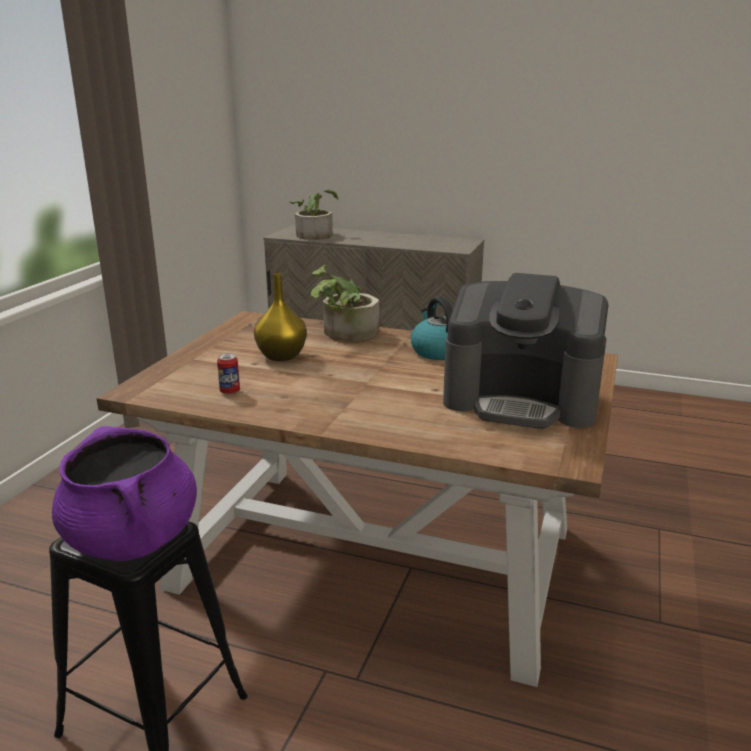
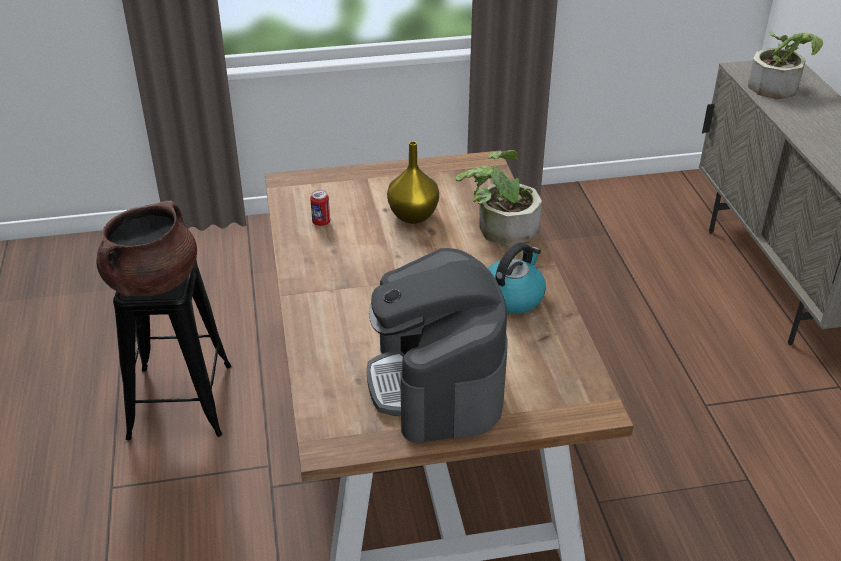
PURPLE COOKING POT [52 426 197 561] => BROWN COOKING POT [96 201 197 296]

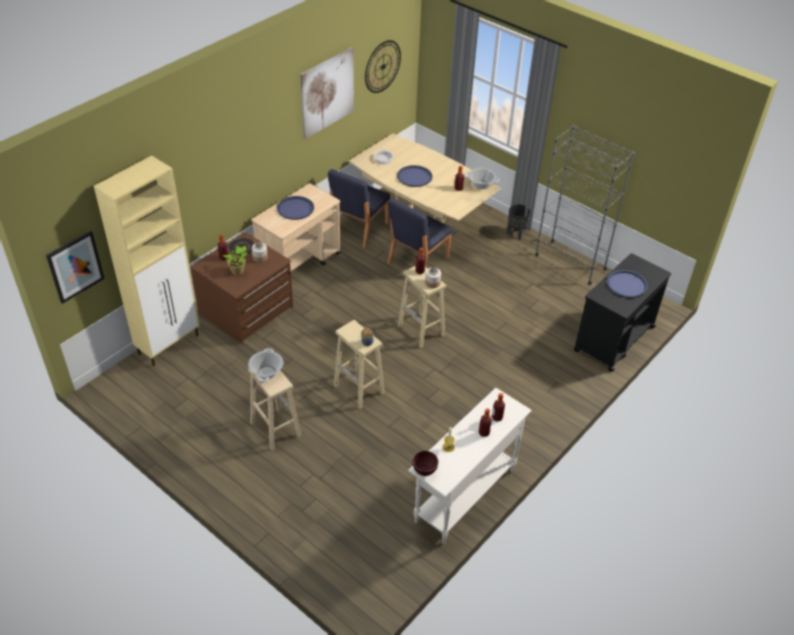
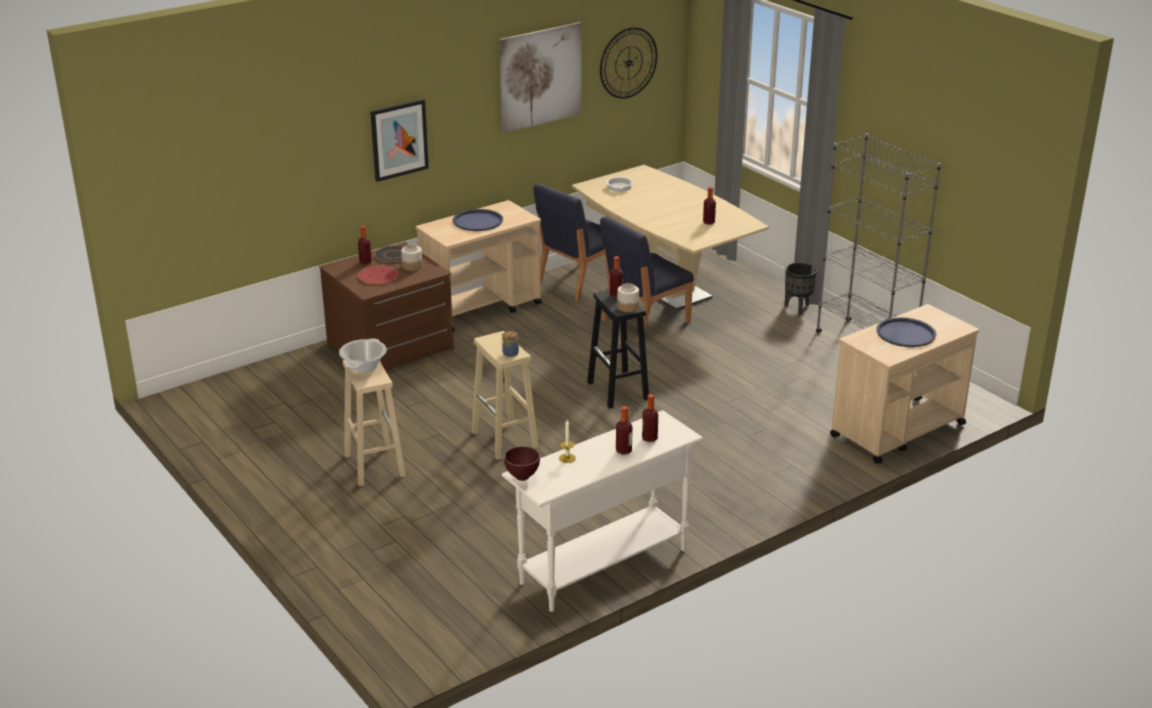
PICTURE [46 230 105 304] => PICTURE [370 99 429 182], move
BEIGE CABINET [94 156 200 366] => nothing
POTTED PLANT [223 246 247 275] => RED PLATE [358 266 398 285]
BLUE TRAY [397 165 432 187] => nothing
BEIGE STOOL [398 266 446 348] => BLACK STOOL [587 290 649 409]
COOKING POT [464 168 500 189] => nothing
BLACK CART [574 253 671 372] => BEIGE CART [830 304 979 464]

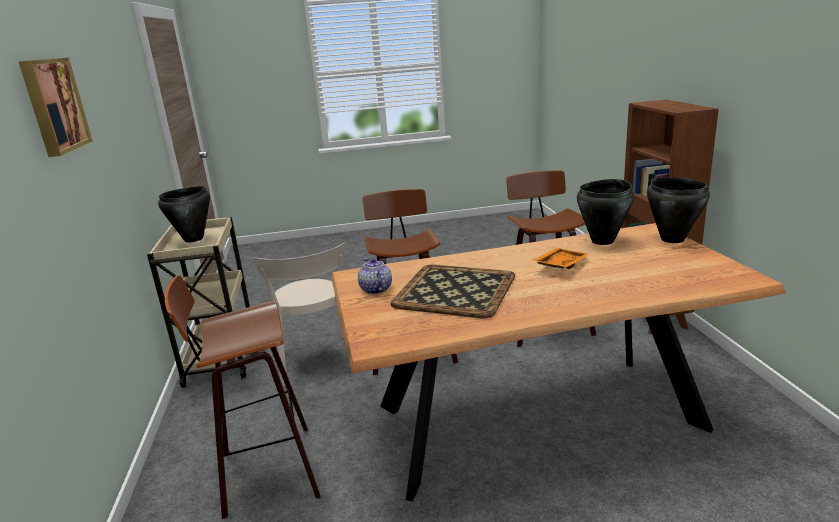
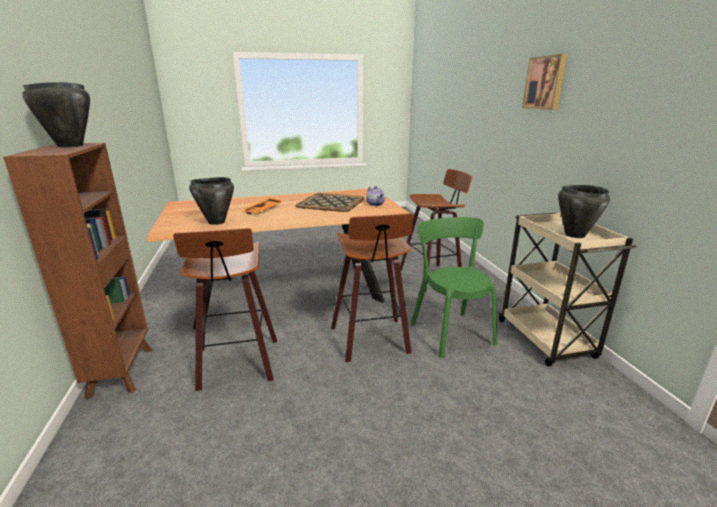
BEIGE CHAIR [252 243 346 387] => GREEN CHAIR [411 217 497 358]
BLACK COOKING POT [647 177 710 243] => BLACK COOKING POT [22 82 90 147], move

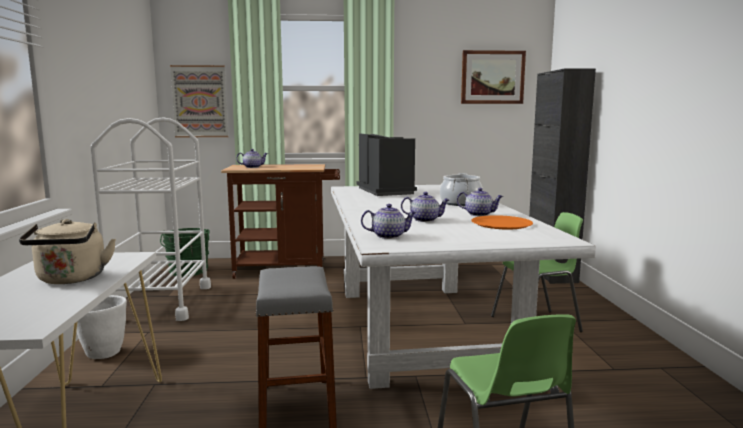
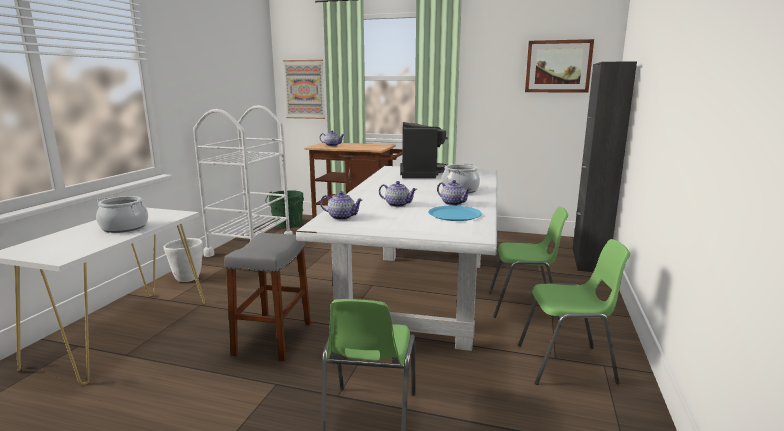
BEIGE KETTLE [19 219 116 284] => COOKING POT [96 196 148 233]
ORANGE PLATE [471 215 533 229] => BLUE PLATE [428 206 482 221]
nothing => GREEN CHAIR [518 239 630 385]

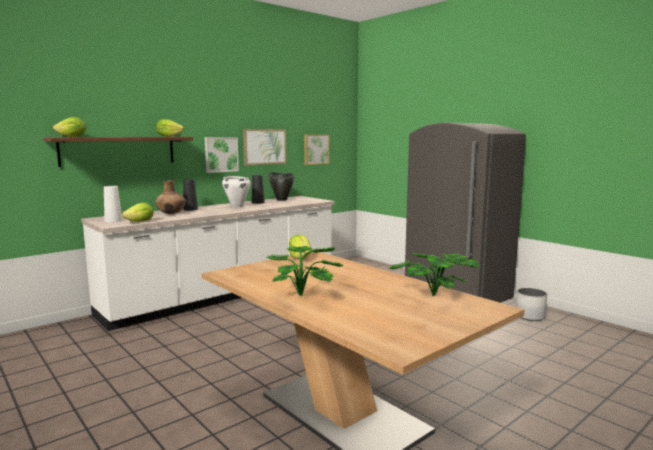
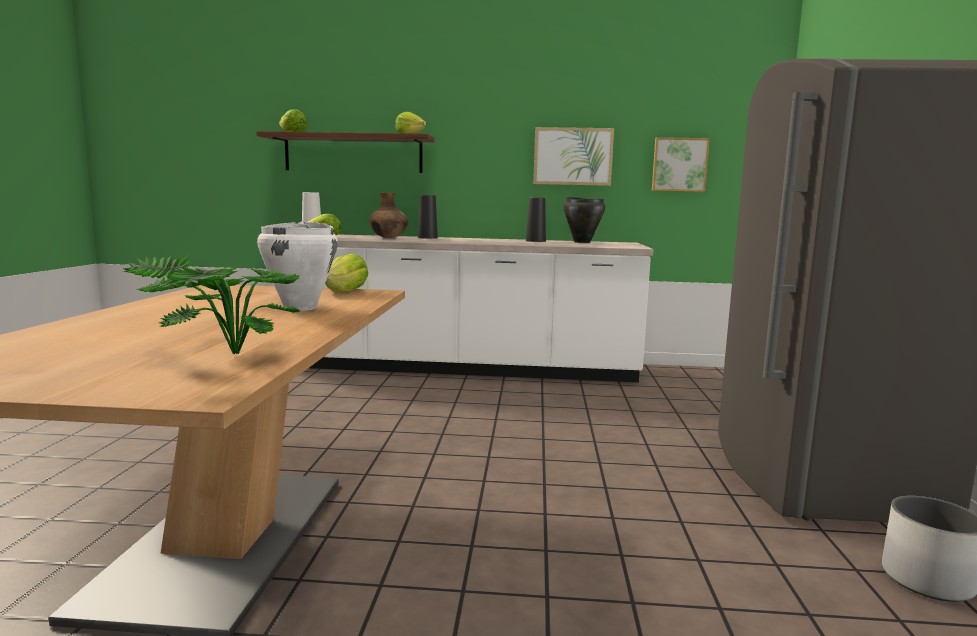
PICTURE [205 137 239 173] => nothing
WHITE COOKING POT [222 176 251 208] => WHITE COOKING POT [257 222 338 311], move
POTTED PLANT [266 246 344 296] => nothing

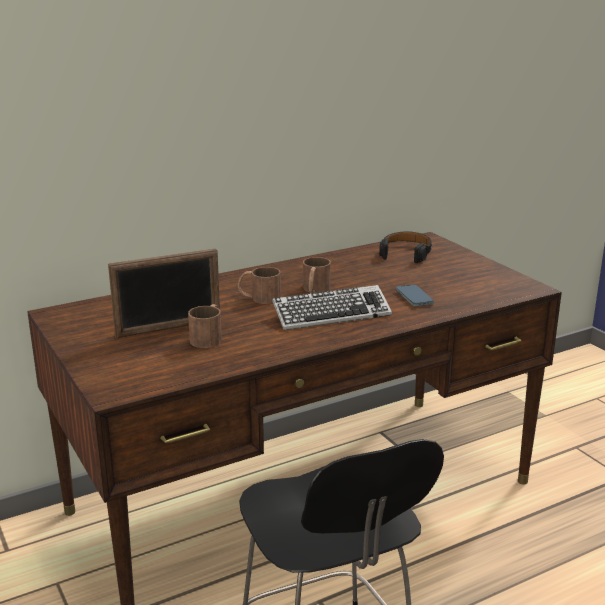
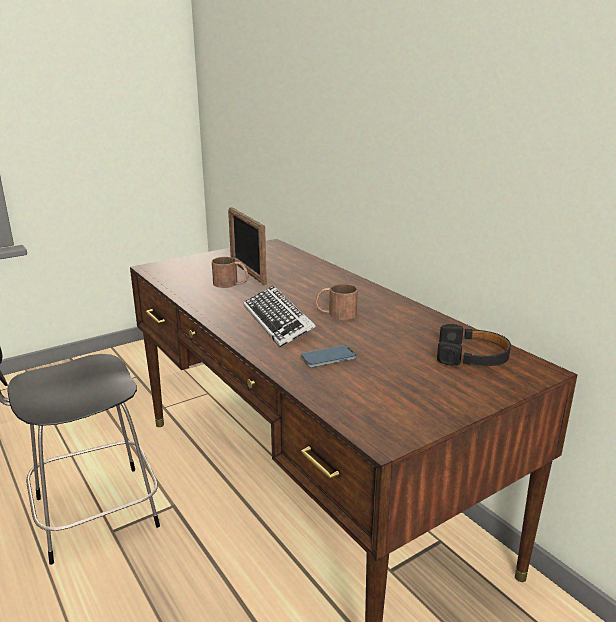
BROWN MUG [238 267 281 304] => nothing

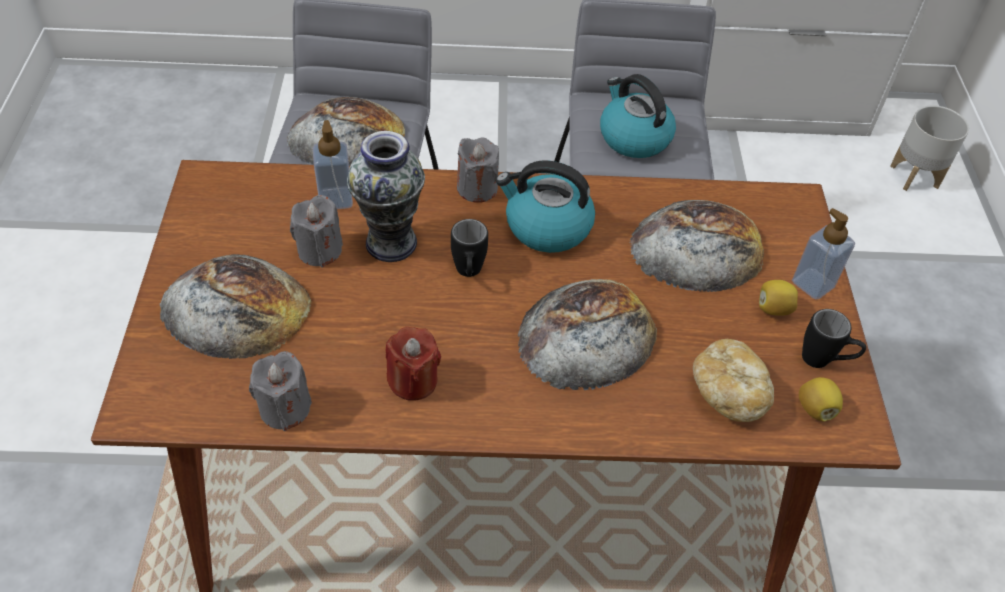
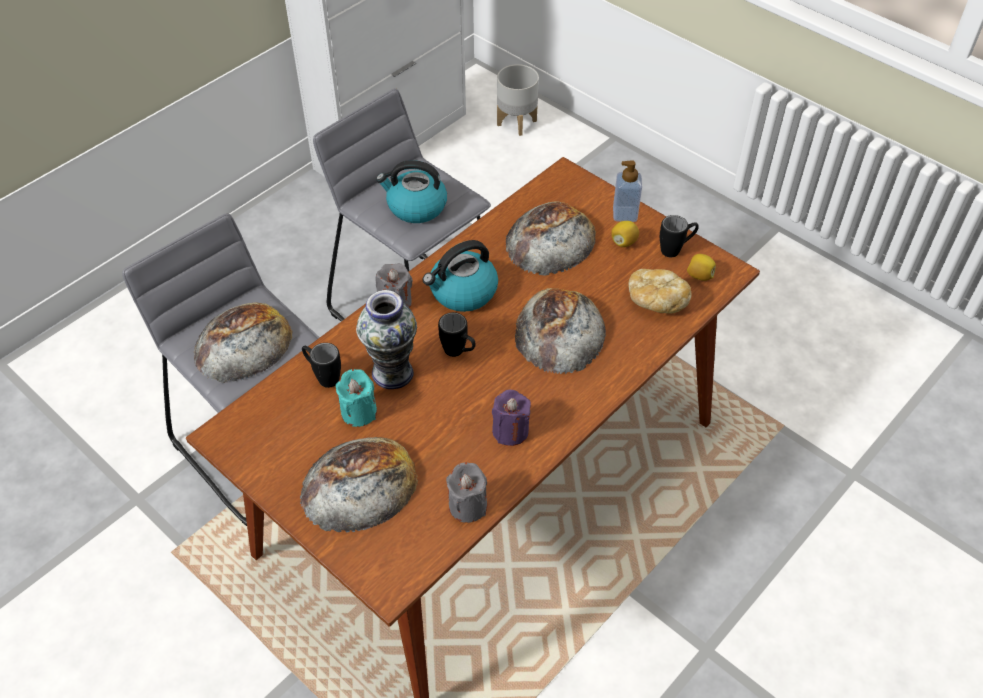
GREY CANDLE [290 195 343 267] => TURQUOISE CANDLE [335 369 377 427]
SOAP DISPENSER [313 120 353 209] => BLACK MUG [302 343 341 388]
RED CANDLE [386 327 441 401] => PURPLE CANDLE [492 390 531 446]

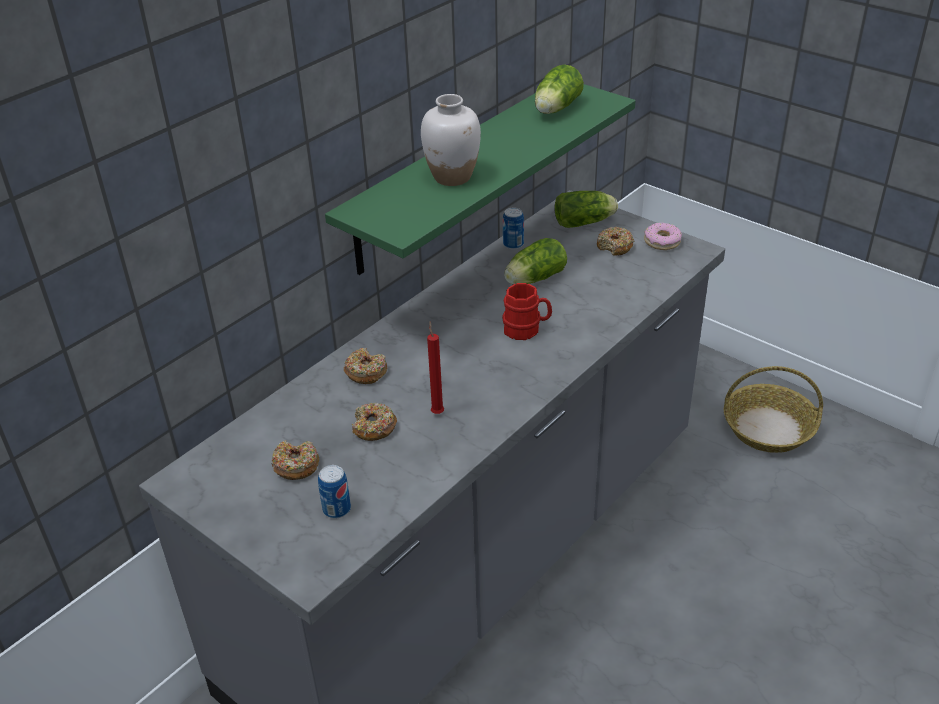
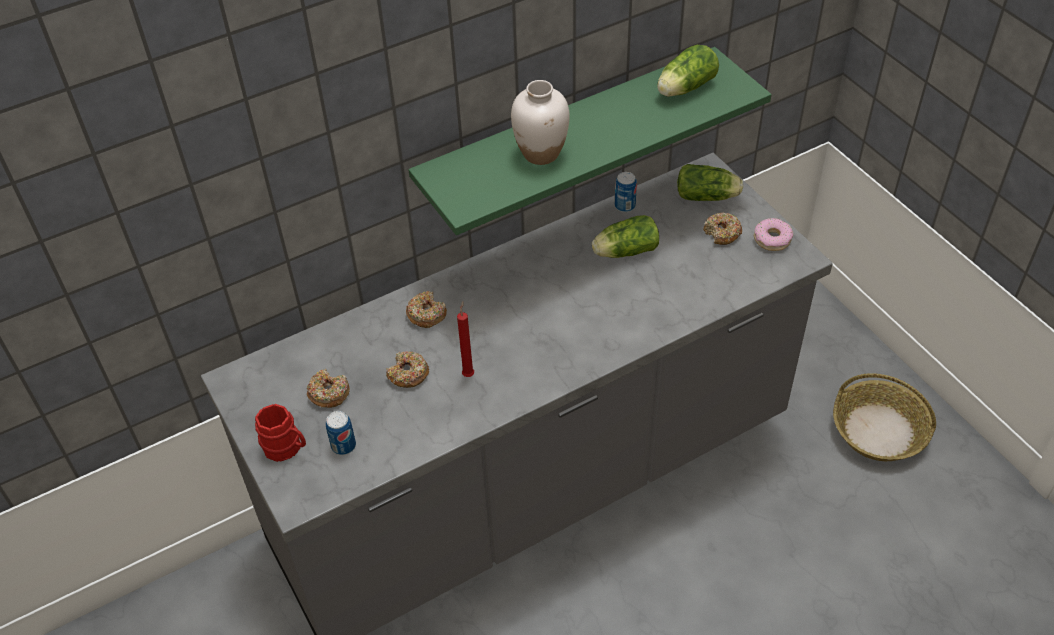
RED MUG [502 283 552 340] => RED MUG [255 404 306 462], move

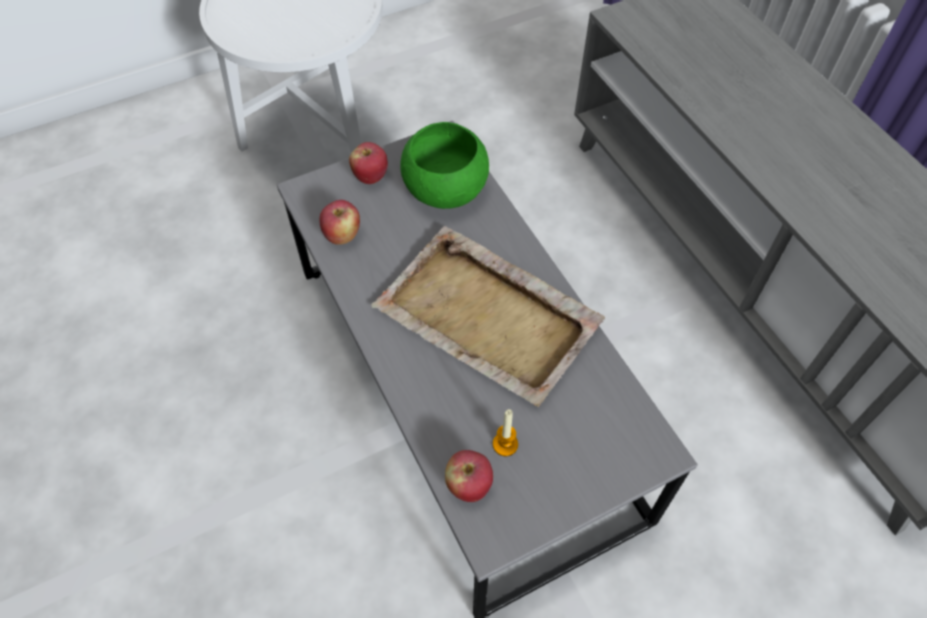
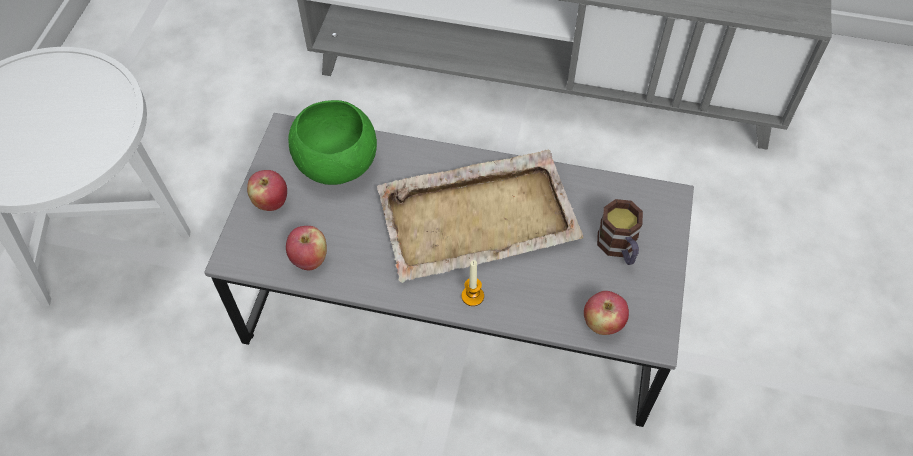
CANDLE [493 409 518 456] => CANDLE [462 260 484 306], move
nothing => MUG [597 199 643 265]

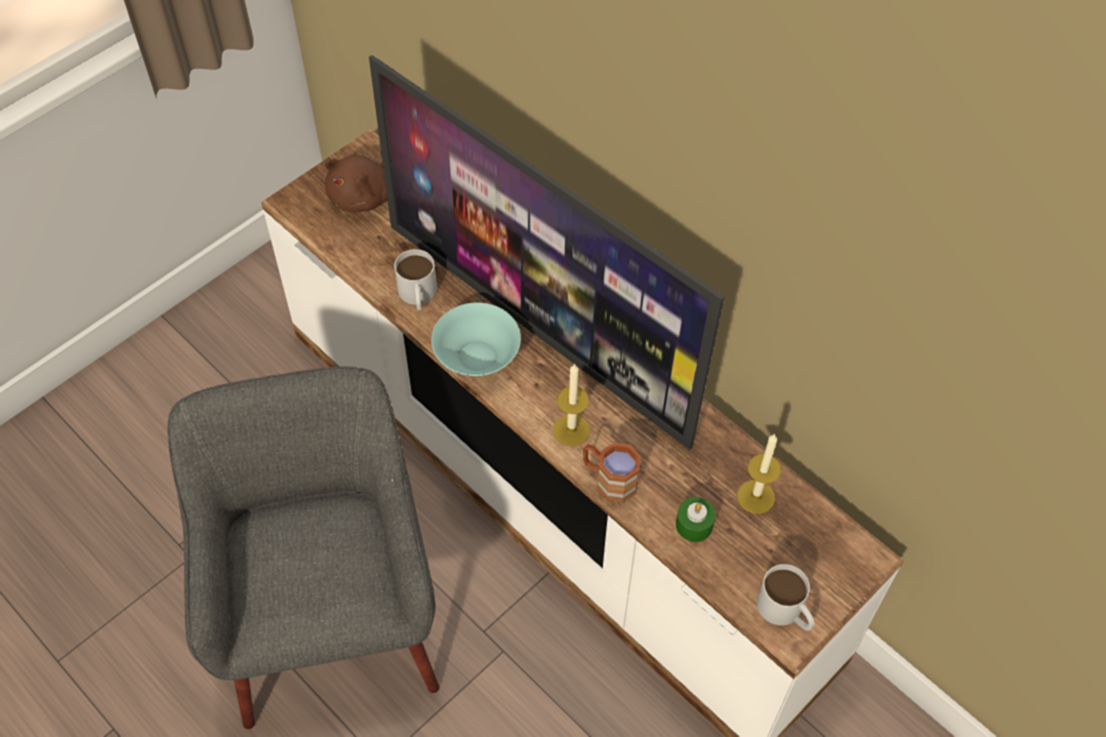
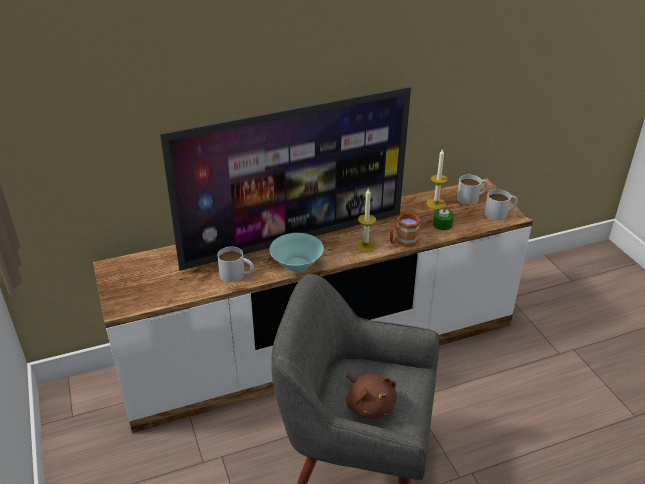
BROWN PLUSH TOY [325 155 387 212] => BROWN PLUSH TOY [346 374 397 419], move
nothing => WHITE MUG [457 175 488 205]

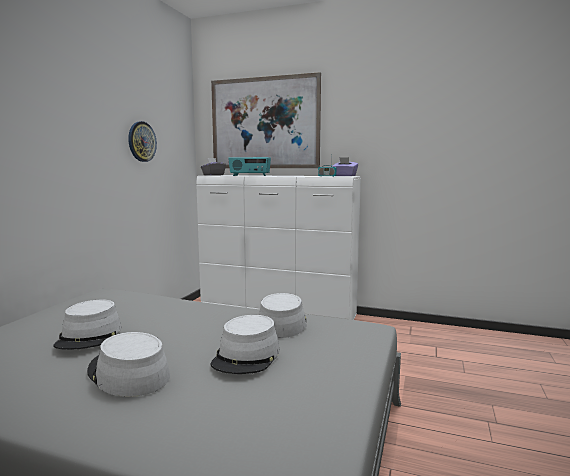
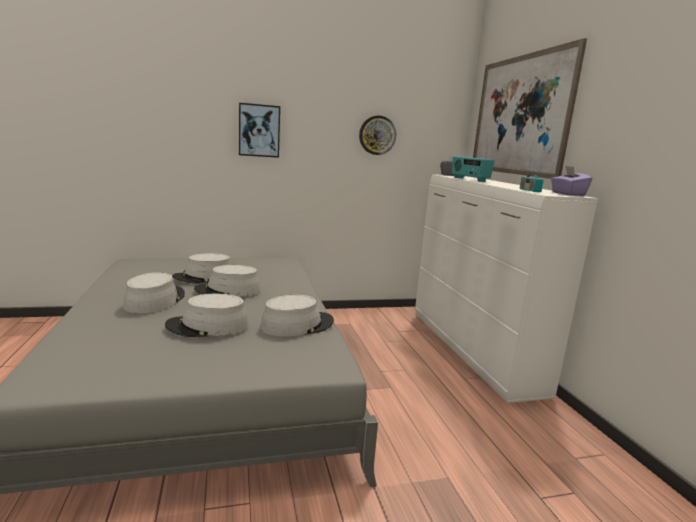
nothing => GREY HAT [194 265 261 297]
nothing => PICTURE [239 103 280 158]

